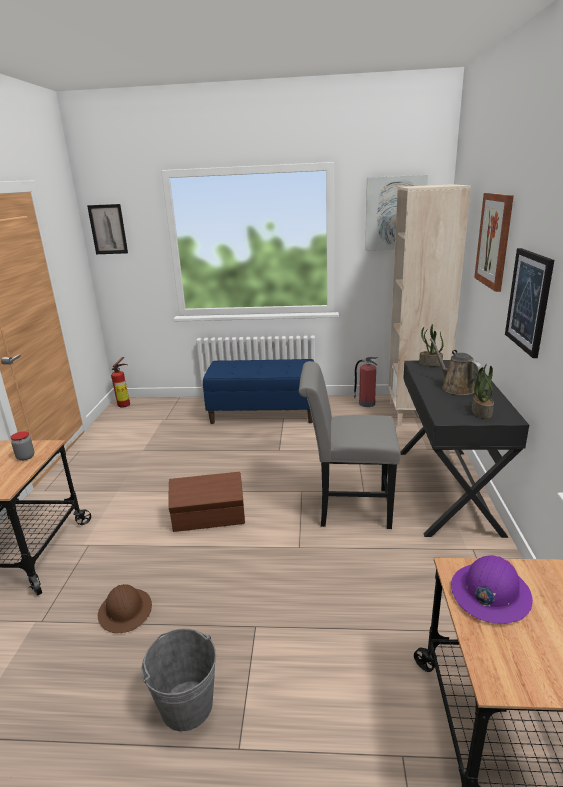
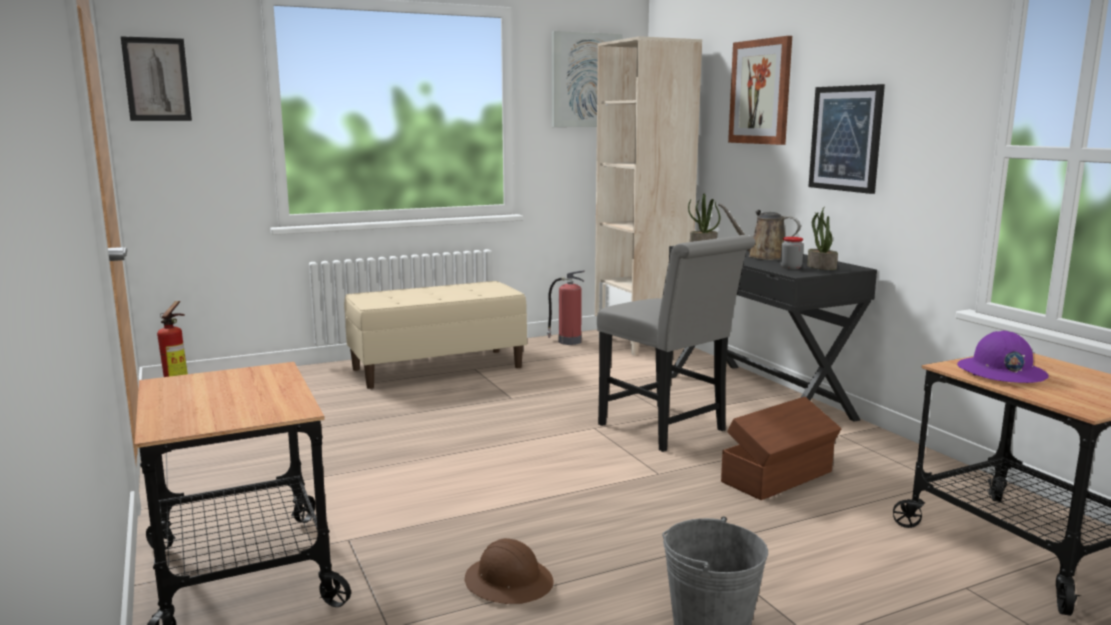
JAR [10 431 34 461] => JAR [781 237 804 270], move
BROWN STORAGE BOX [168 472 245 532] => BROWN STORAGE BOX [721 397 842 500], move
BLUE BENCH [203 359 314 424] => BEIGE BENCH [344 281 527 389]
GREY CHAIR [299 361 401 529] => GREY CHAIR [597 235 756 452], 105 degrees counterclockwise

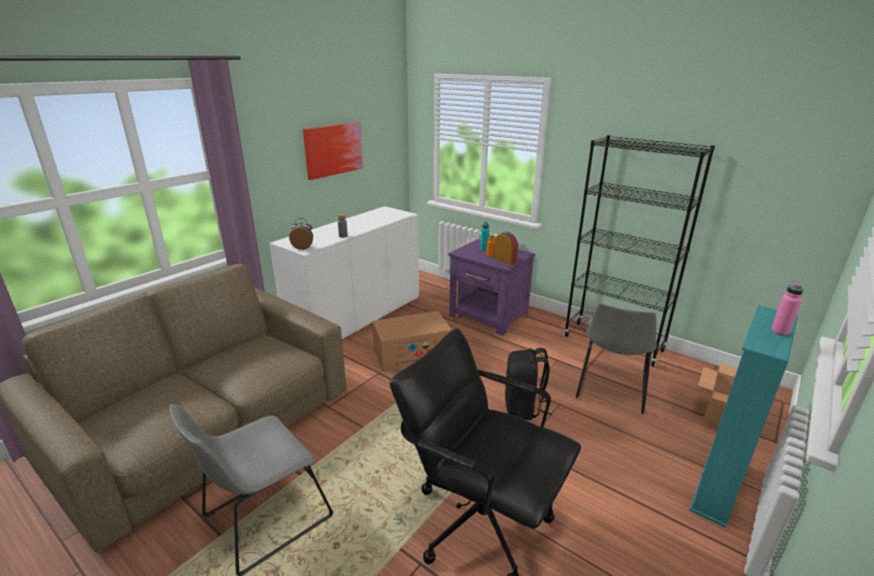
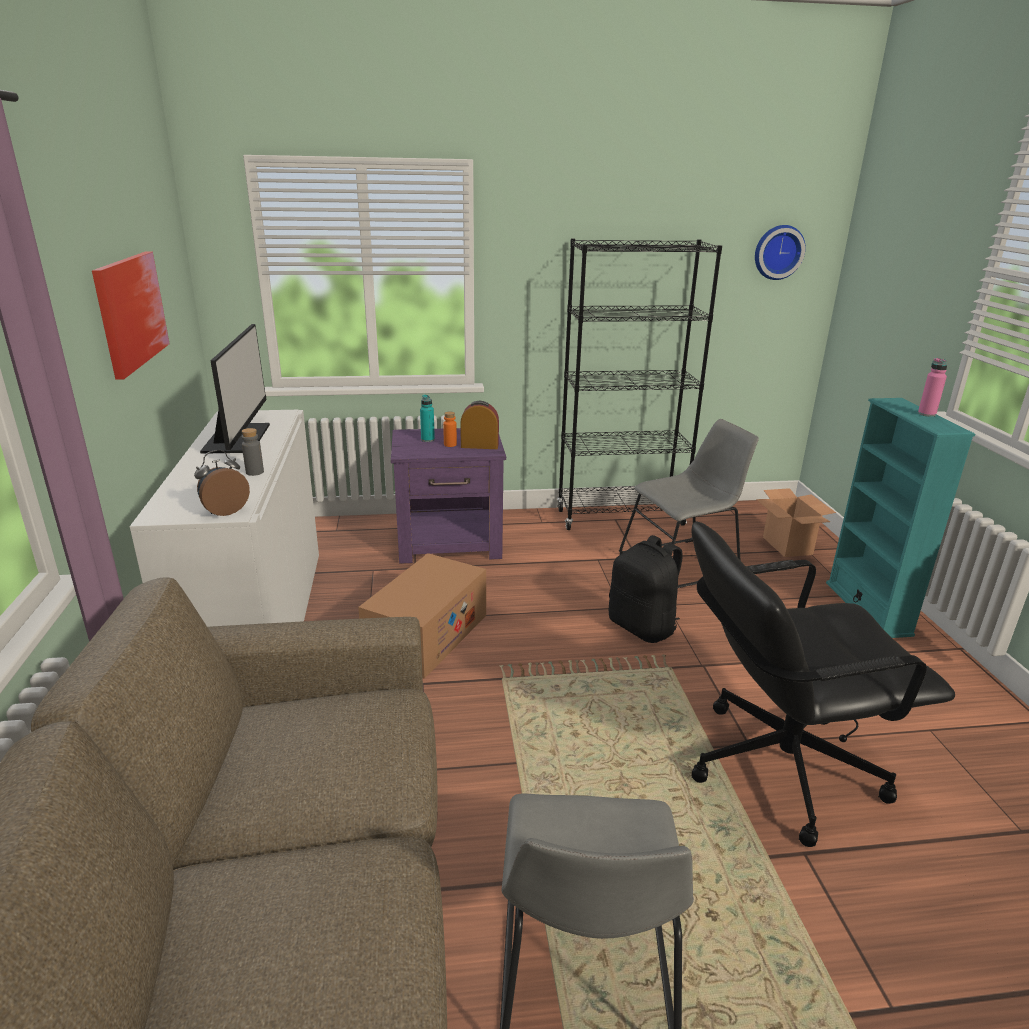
GREY CHAIR [576 303 657 414] => GREY CHAIR [619 419 759 588], 90 degrees counterclockwise
nothing => MONITOR [200 324 270 454]
nothing => WALL CLOCK [755 225 806 280]

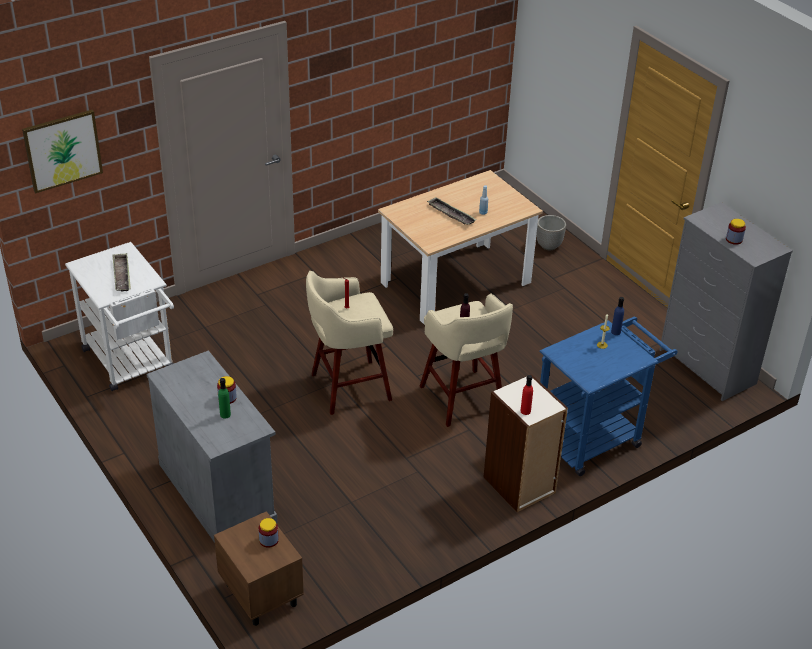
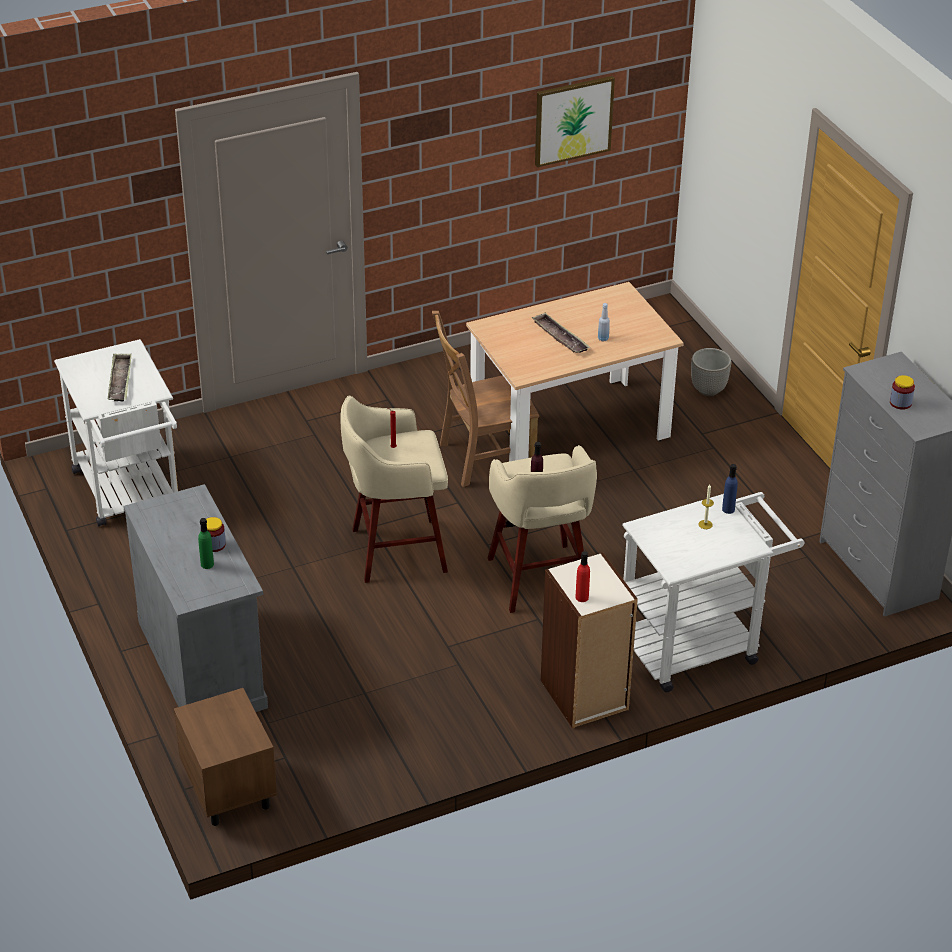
PICTURE [22 110 103 193] => PICTURE [535 76 615 167], move
JAR [259 518 279 548] => nothing
BLUE CART [540 317 678 476] => WHITE CART [622 492 804 692]
nothing => BROWN CHAIR [432 311 539 487]

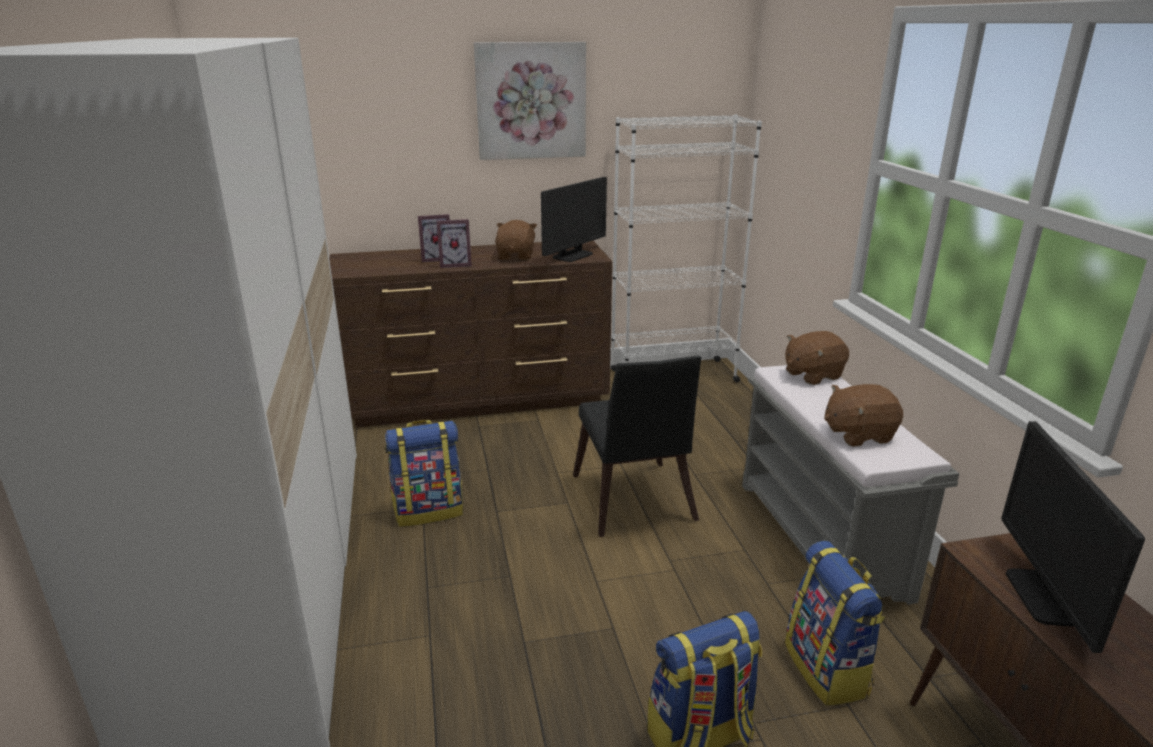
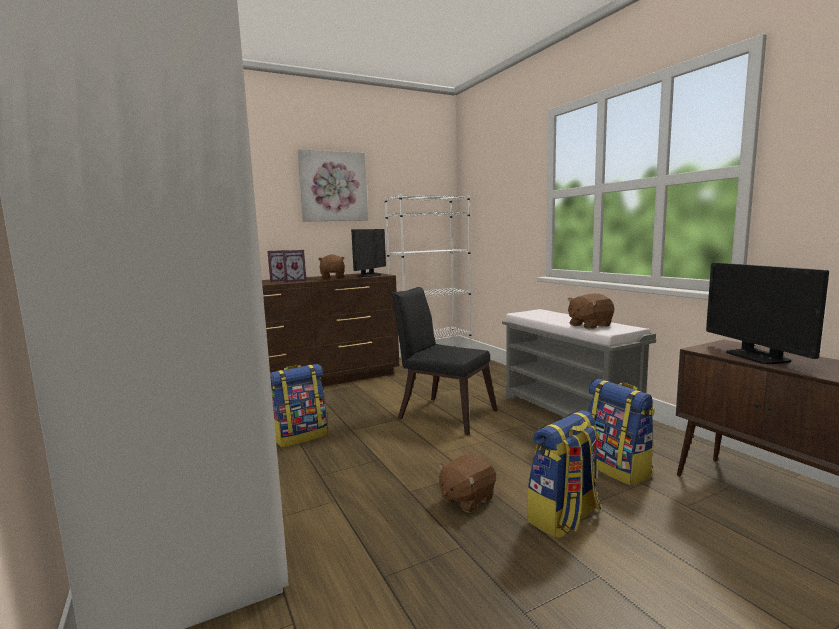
BLACK CHAIR [573 355 701 537] => BLACK CHAIR [391 287 498 436], 150 degrees clockwise
BROWN PLUSH TOY [785 331 849 385] => BROWN PLUSH TOY [438 454 496 512], move

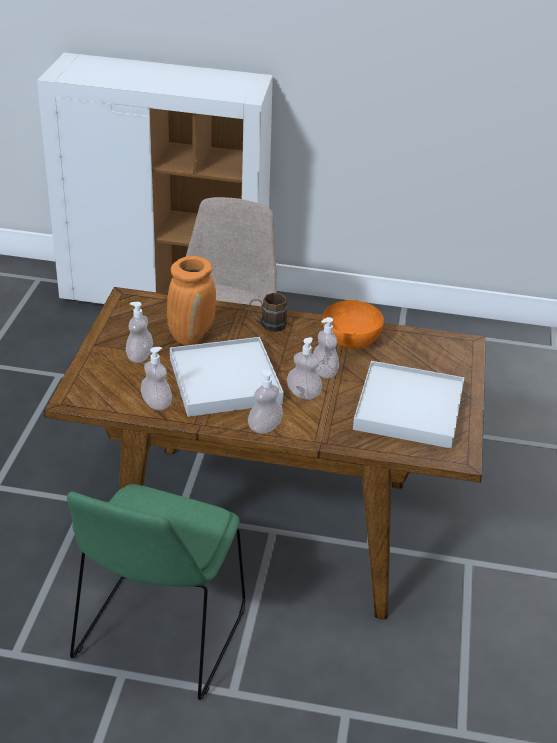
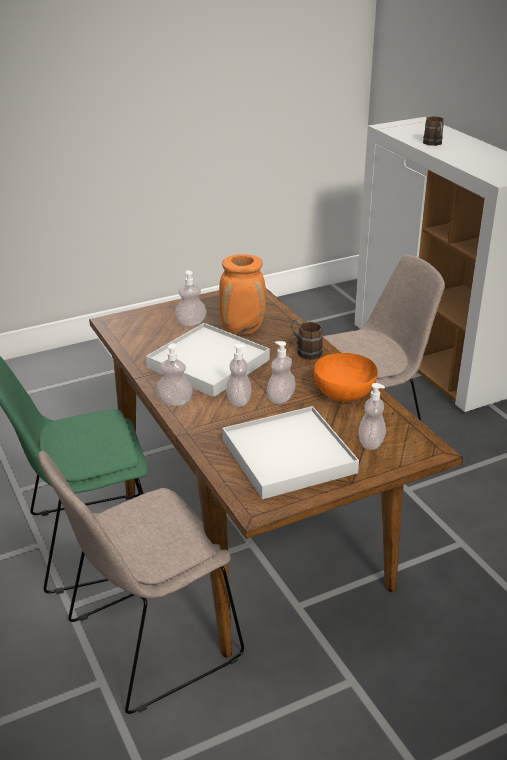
SOAP DISPENSER [141 347 172 410] => SOAP DISPENSER [358 383 386 450], move
nothing => BEIGE CHAIR [38 451 244 714]
nothing => BROWN MUG [423 117 444 146]

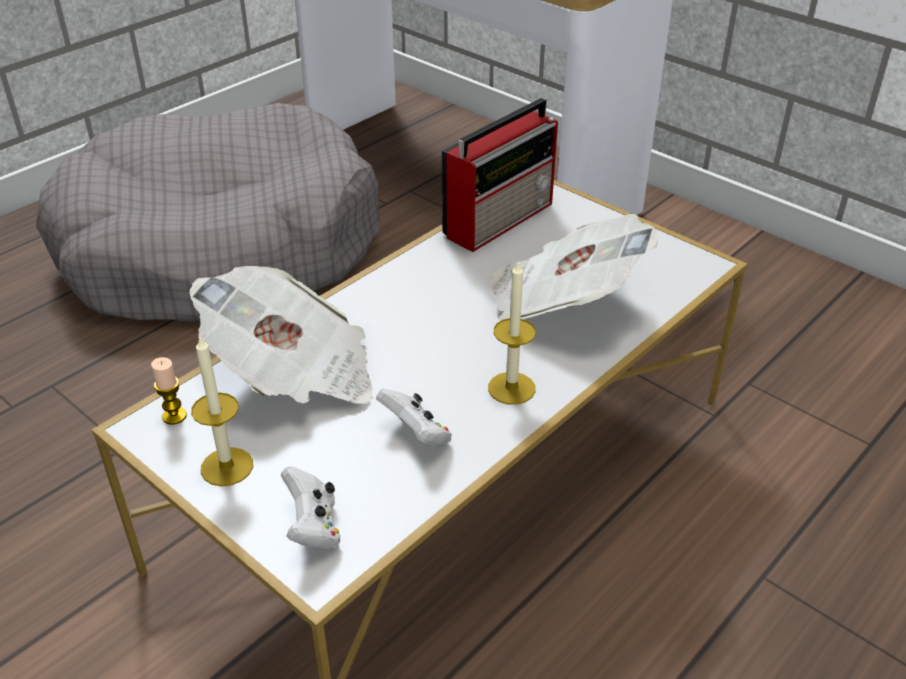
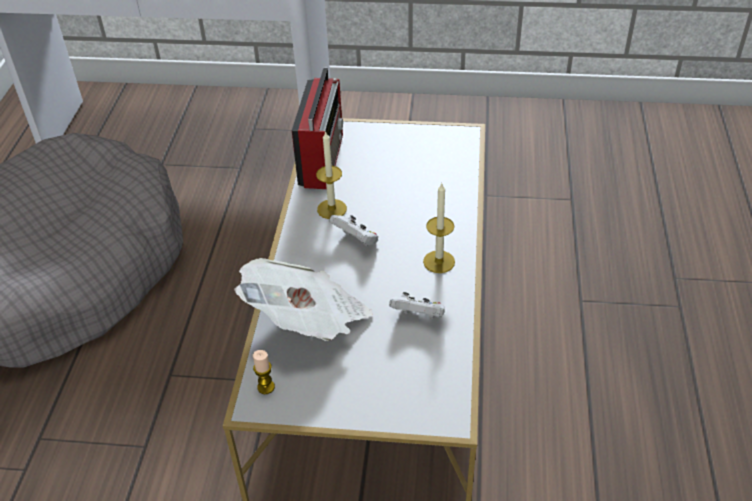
CANDLE [191 335 253 487] => CANDLE [316 131 347 219], move
WHITE GAME CONTROLLER [281 466 340 550] => WHITE GAME CONTROLLER [329 215 378 246], move
NEWSPAPER [491 214 658 321] => nothing

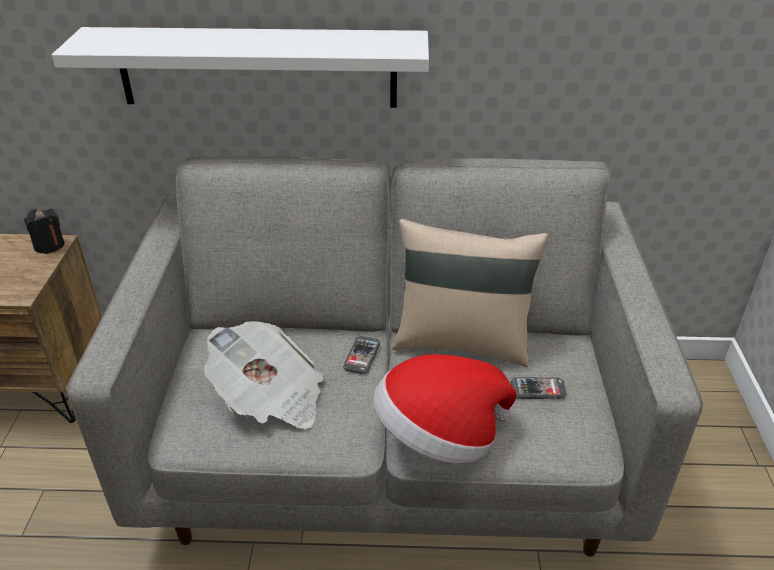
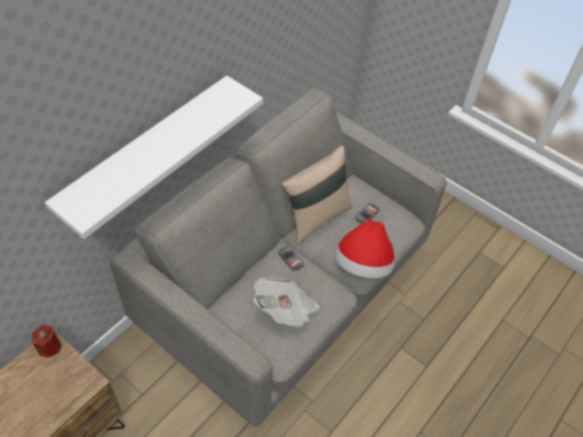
BLACK CANDLE [24 209 64 254] => RED CANDLE [31 324 61 357]

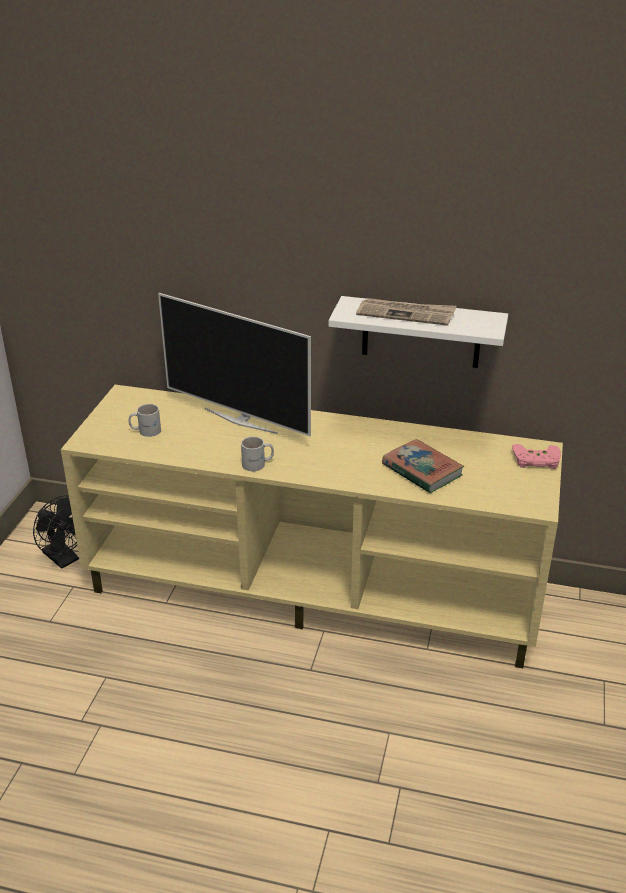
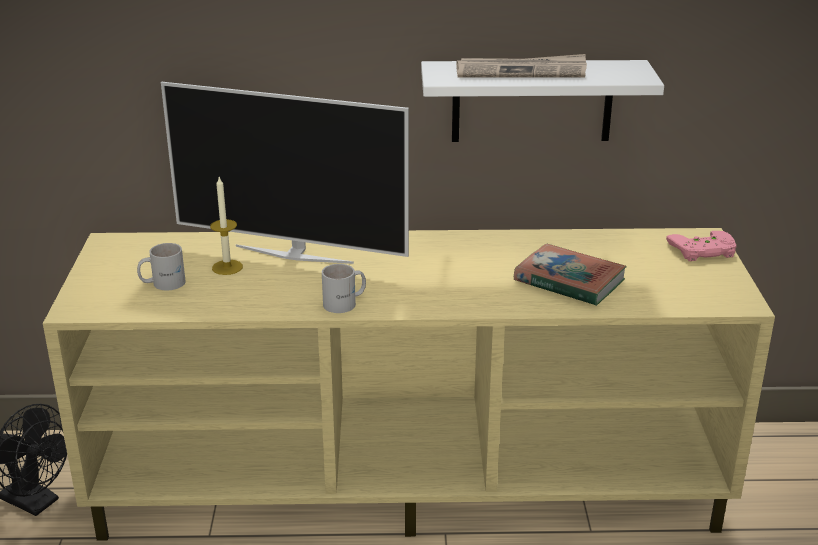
nothing => CANDLE [210 177 243 275]

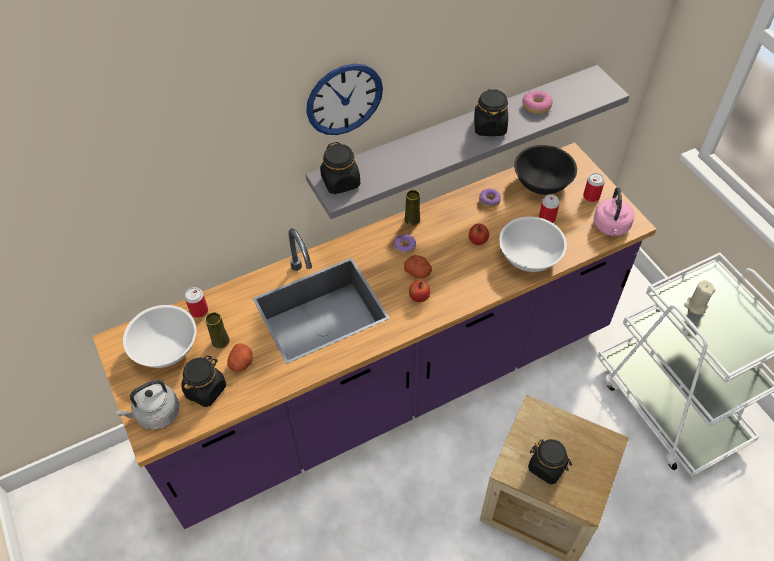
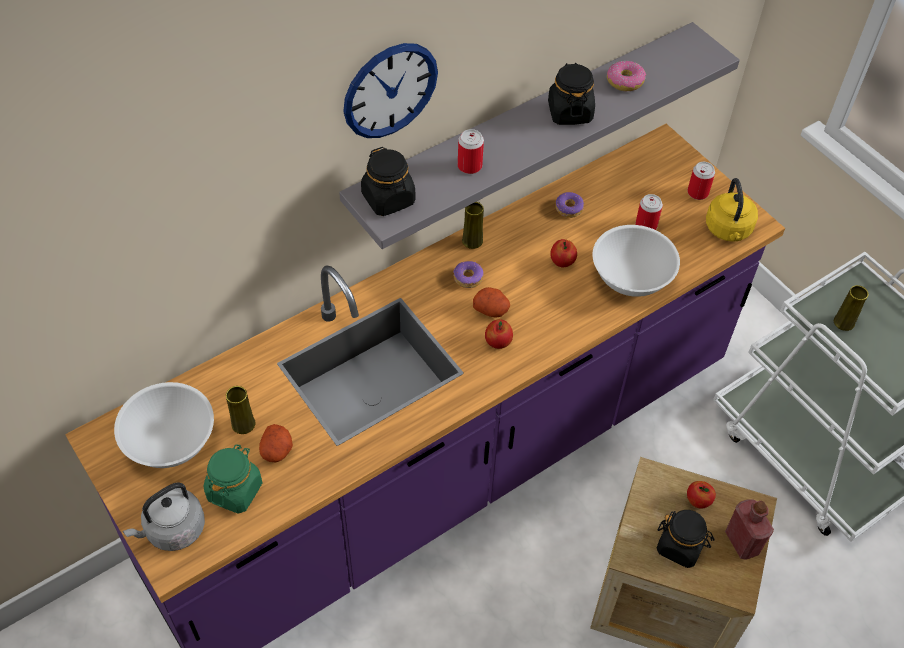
BLACK JAR [181 356 226 407] => GREEN JAR [204 445 262 514]
CAN [184 287 208 318] => CAN [458 129 484 174], move
BLACK BOWL [514 145 577 195] => nothing
PINK KETTLE [594 187 635 236] => YELLOW KETTLE [706 178 758 242]
BEIGE CANDLE [684 280 715 315] => YELLOW VASE [834 285 869 331]
nothing => APPLE [687 481 716 508]
nothing => RED BOTTLE [725 499 774 560]

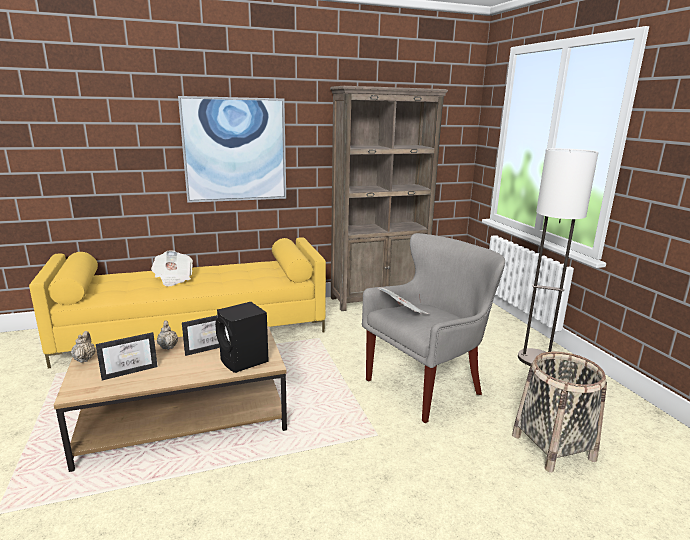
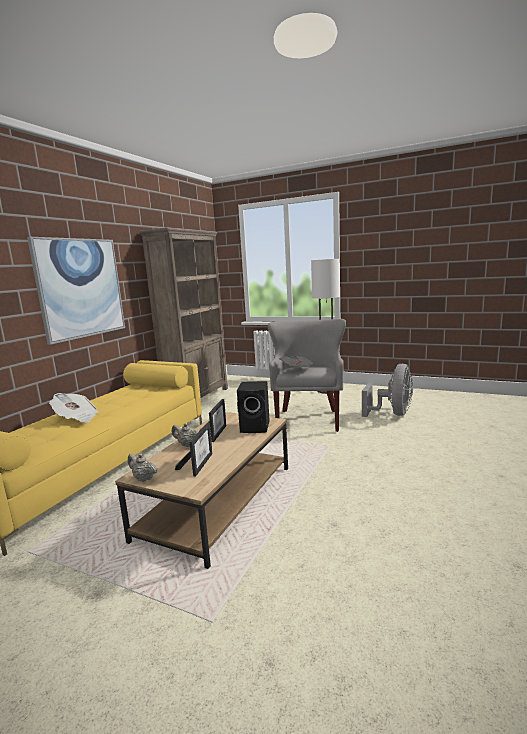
BASKET [512 351 607 472] => GREY FAN [362 364 413 417]

